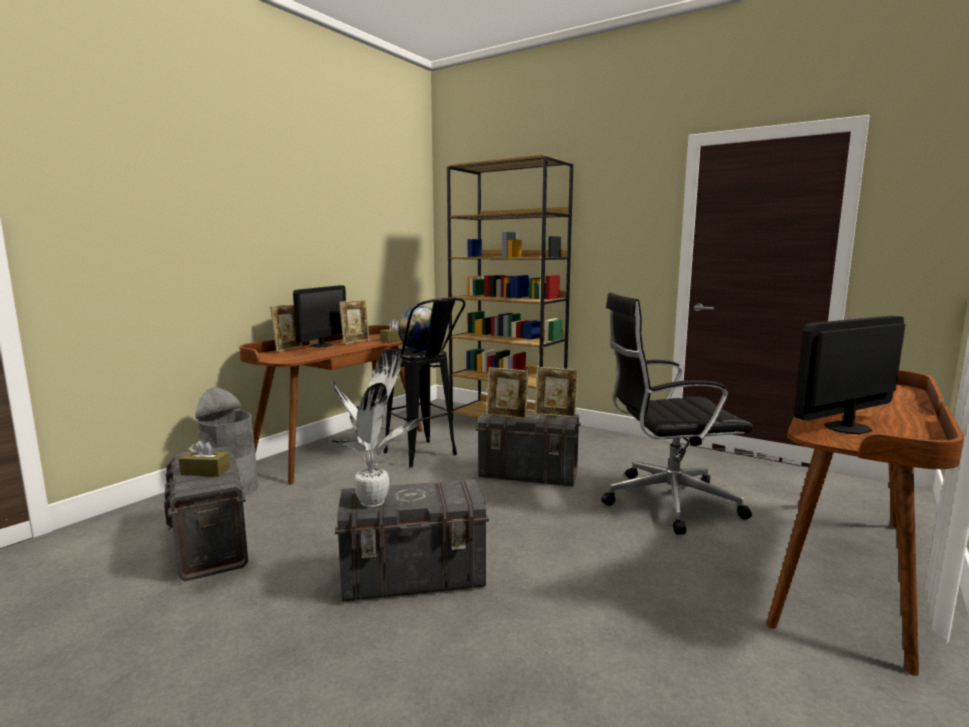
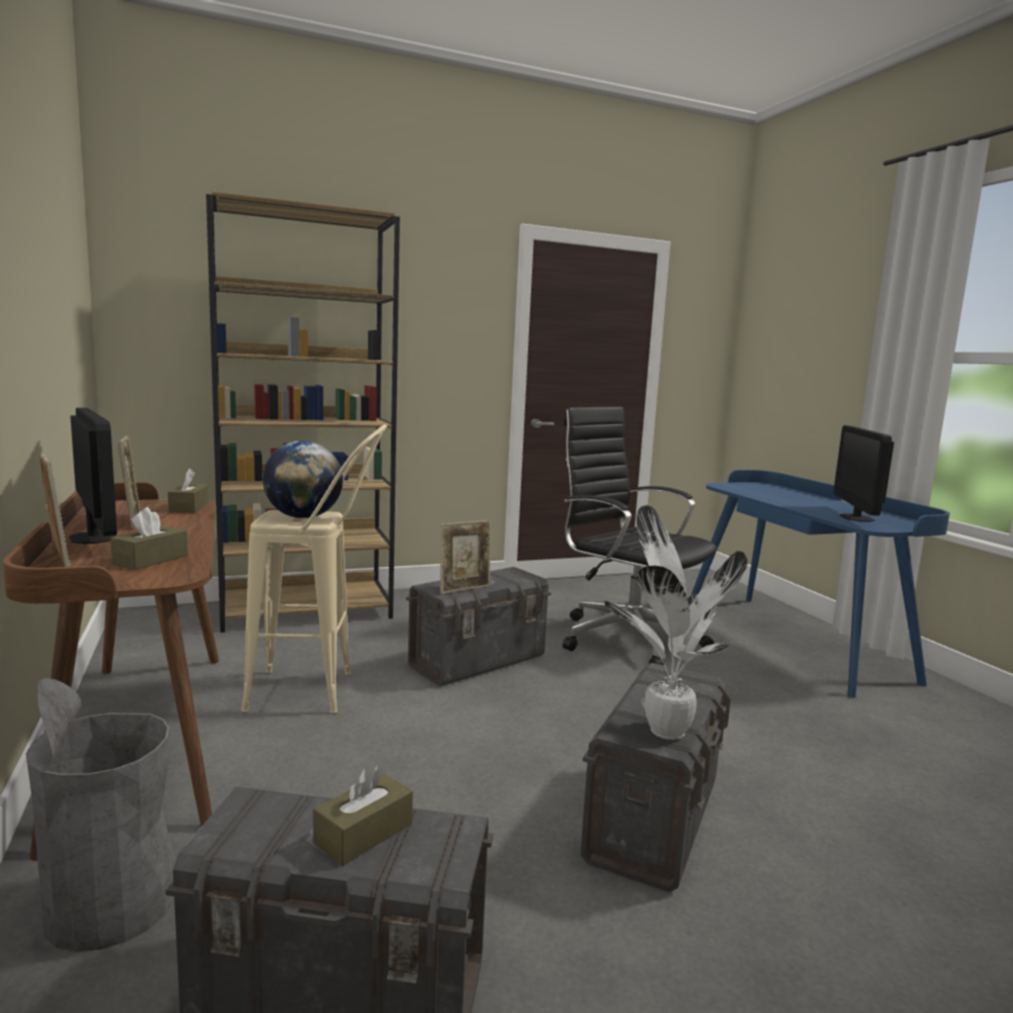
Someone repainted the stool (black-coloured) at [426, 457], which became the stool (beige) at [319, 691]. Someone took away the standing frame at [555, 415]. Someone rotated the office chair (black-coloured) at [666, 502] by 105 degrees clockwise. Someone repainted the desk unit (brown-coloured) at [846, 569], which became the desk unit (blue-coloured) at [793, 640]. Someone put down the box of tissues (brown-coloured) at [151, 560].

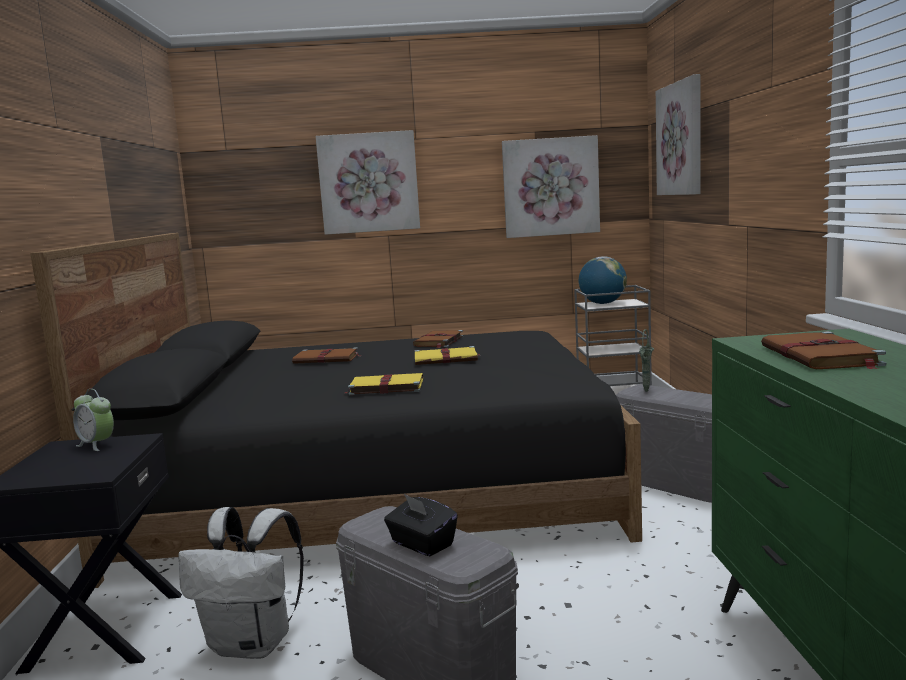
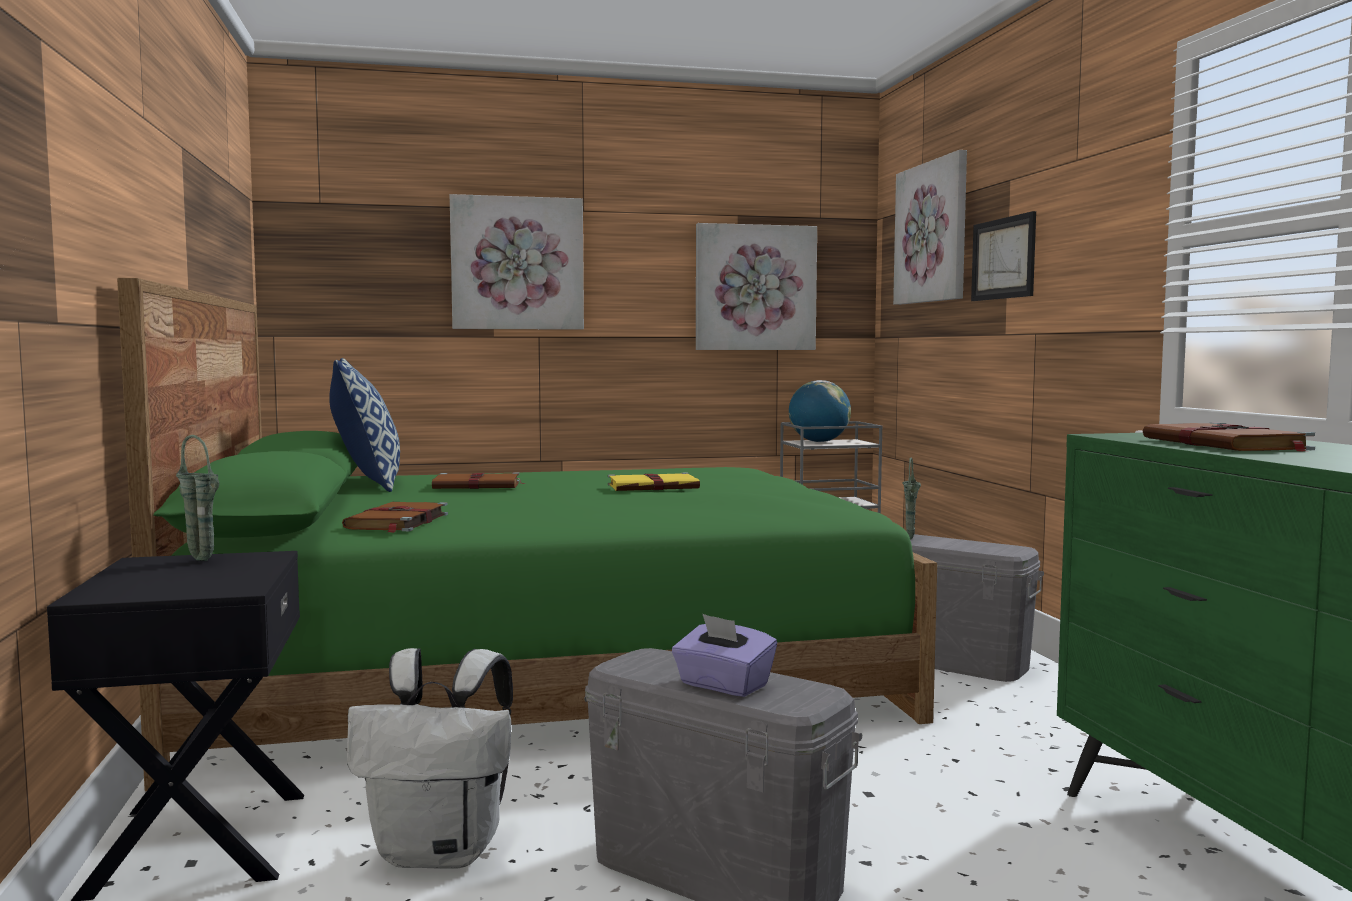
Someone repainted the sleeping bed (black-coloured) at [375, 488], which became the sleeping bed (greenish) at [542, 667]. Someone swapped the bedside clock at [97, 445] for the flower vase (greenish) at [204, 561]. Someone took away the volume (yellow-coloured) at [385, 387]. Someone repainted the box of tissues (black-coloured) at [421, 544], which became the box of tissues (purple) at [723, 685]. Someone carried the volume (brown-coloured) from [438, 341] to [396, 522]. Someone put down the throw pillow at [367, 484]. Someone put up the wall picture at [1003, 258].

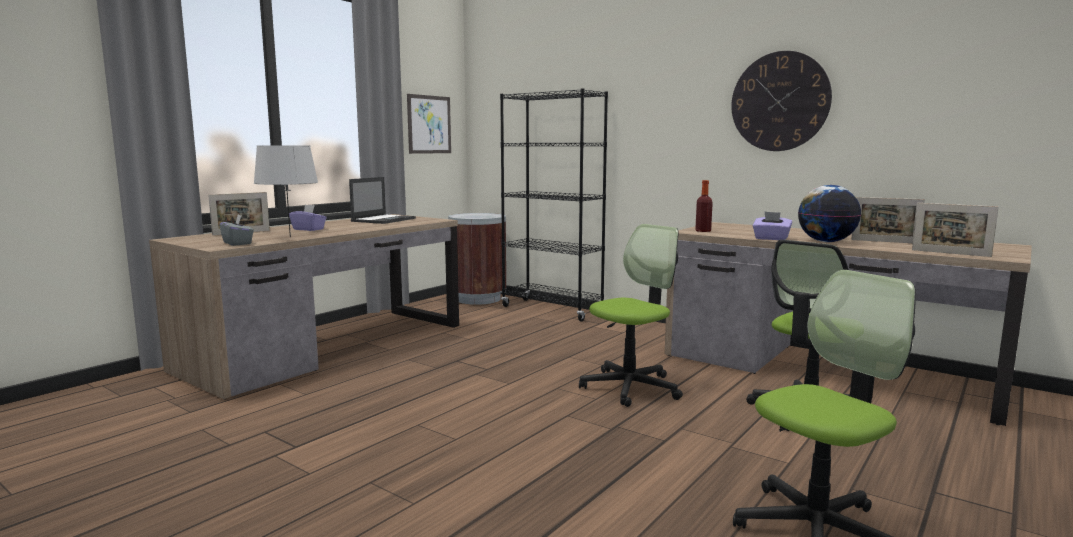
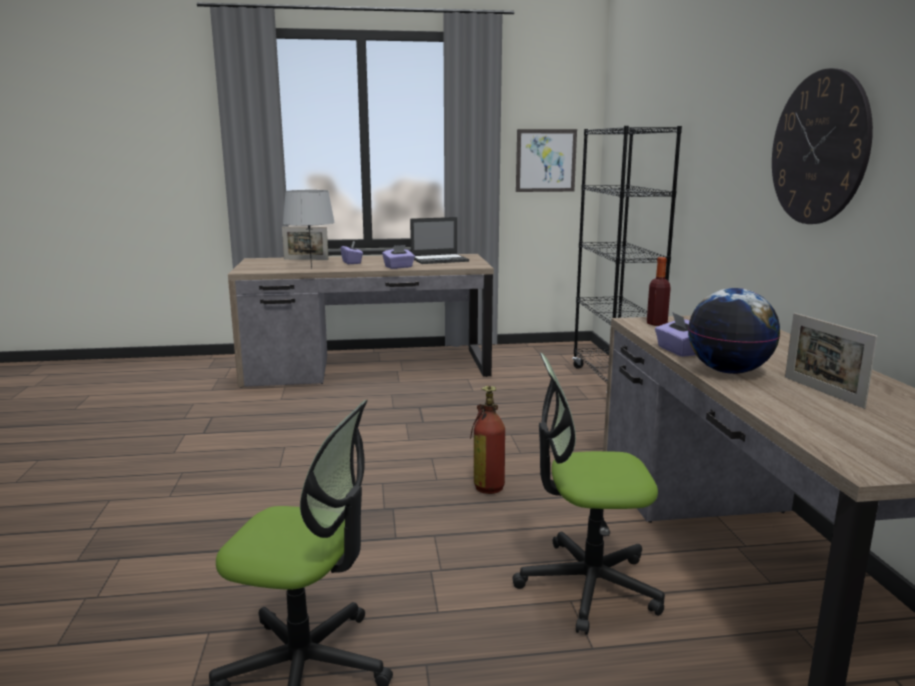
Someone took away the box of tissues (greyish) at [238, 243]. Someone took away the waste bin (brown-coloured) at [478, 299]. Someone swapped the office chair at [630, 387] for the extinguisher at [488, 482]. Someone took away the standing frame at [950, 253]. Someone put down the box of tissues (purple) at [399, 267].

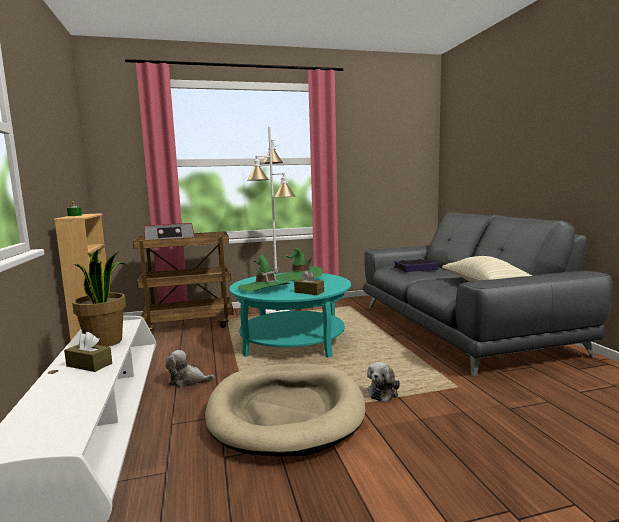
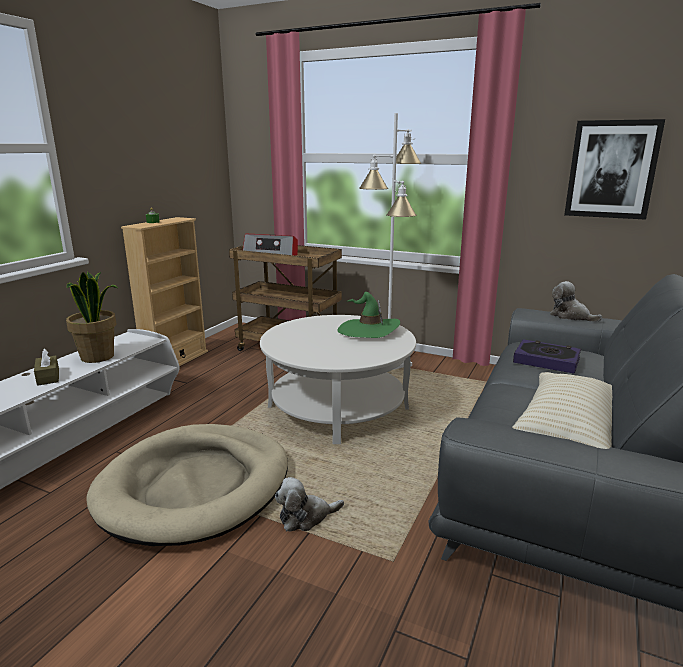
Someone carried the cuddly toy from [187, 381] to [570, 316]. Someone repainted the coffee table (turquoise) at [292, 341], which became the coffee table (white) at [338, 407]. Someone took away the clothing hat (greenish) at [264, 288]. Someone took away the box of tissues (brown-coloured) at [309, 292]. Someone put up the wall picture at [611, 169].

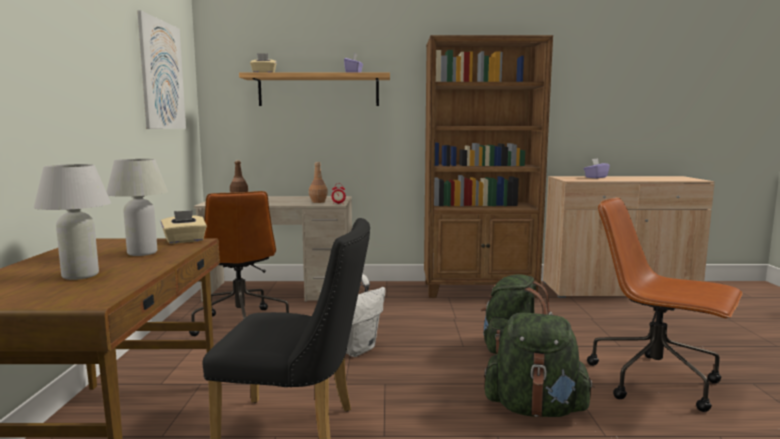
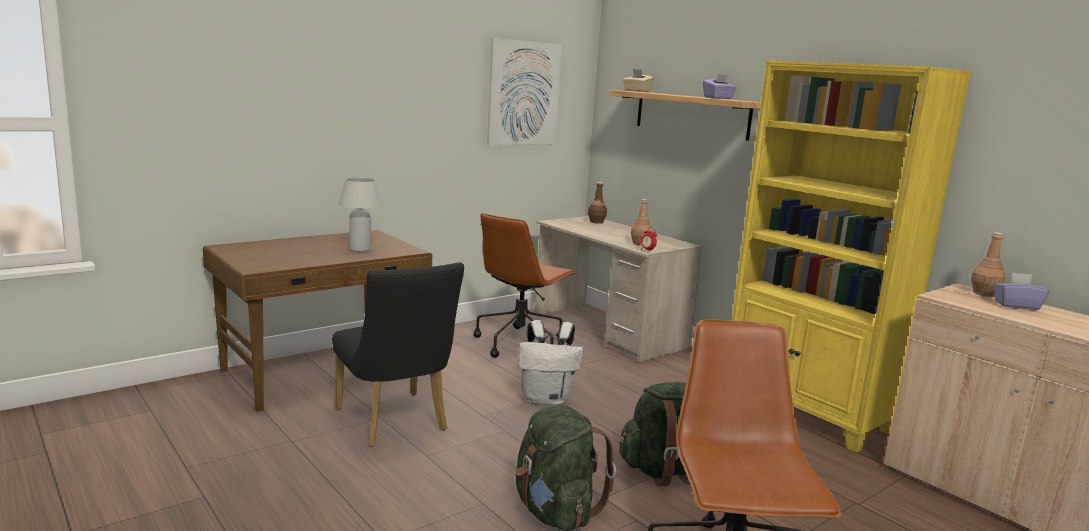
Someone took away the tabletop lamp (white) at [80, 275]. Someone took away the box of tissues (beige) at [185, 241]. Someone repainted the shelving unit (brown-coloured) at [480, 290], which became the shelving unit (yellow-coloured) at [806, 413]. Someone put down the bottle (brown-coloured) at [983, 293].

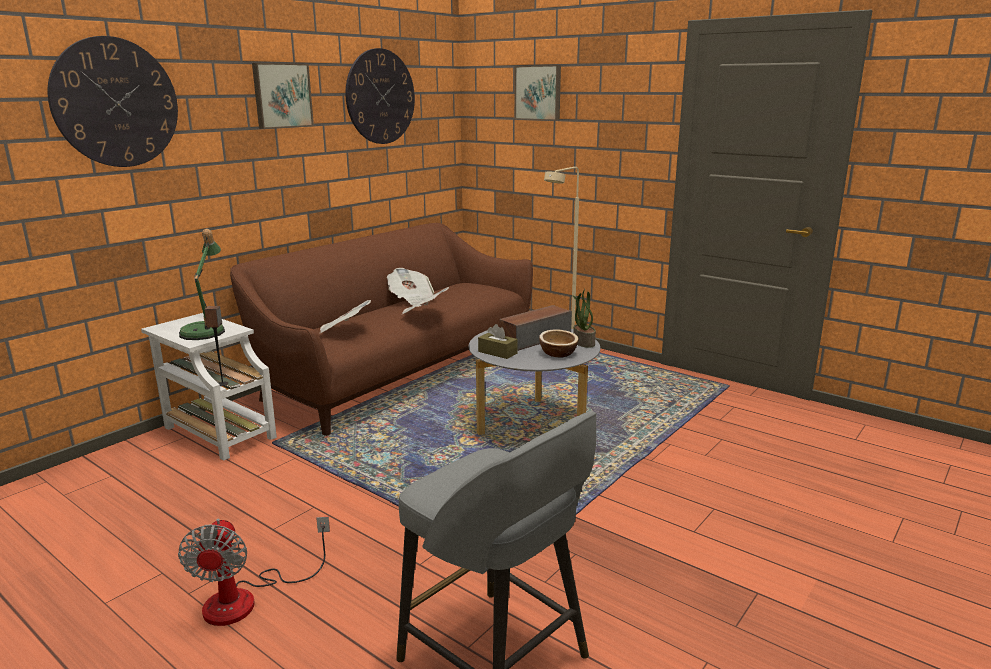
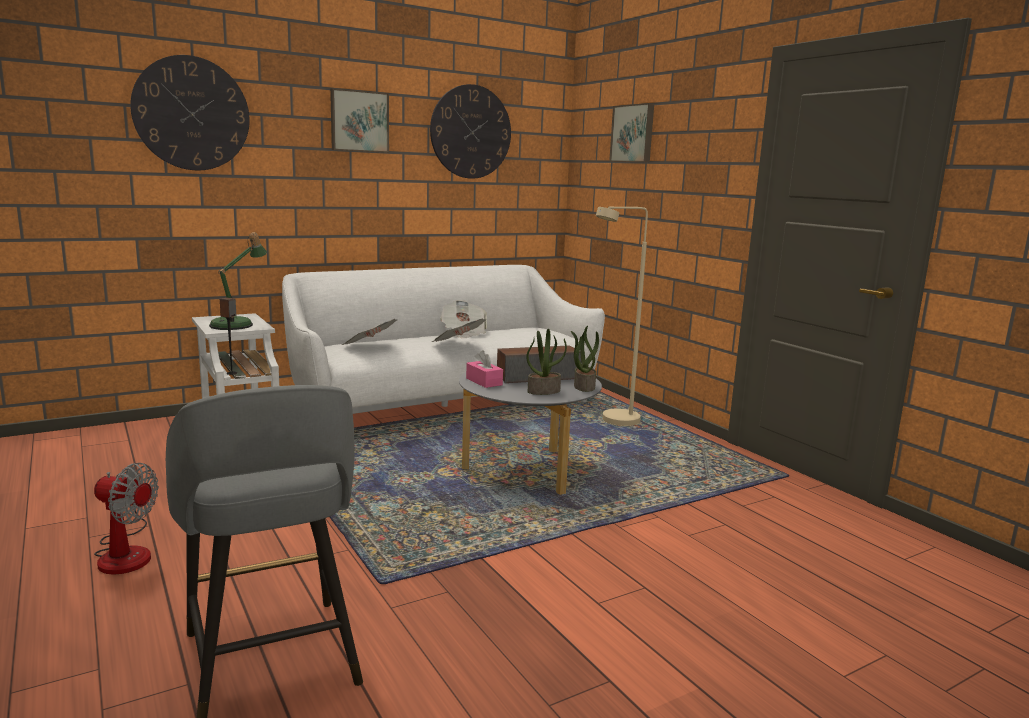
Someone rotated the electric fan at [247, 598] by 90 degrees counterclockwise. Someone repainted the couch (brown-coloured) at [397, 371], which became the couch (white) at [442, 404]. Someone repainted the box of tissues (brown-coloured) at [497, 352], which became the box of tissues (pink) at [484, 381]. Someone swapped the serving bowl at [558, 353] for the potted plant at [544, 391].

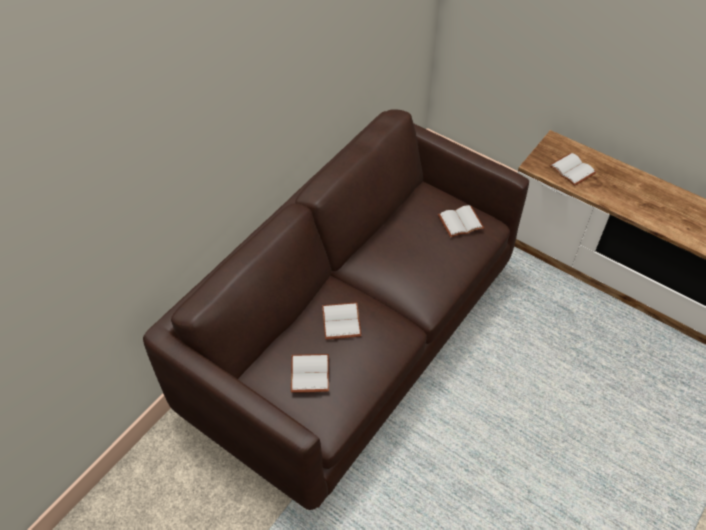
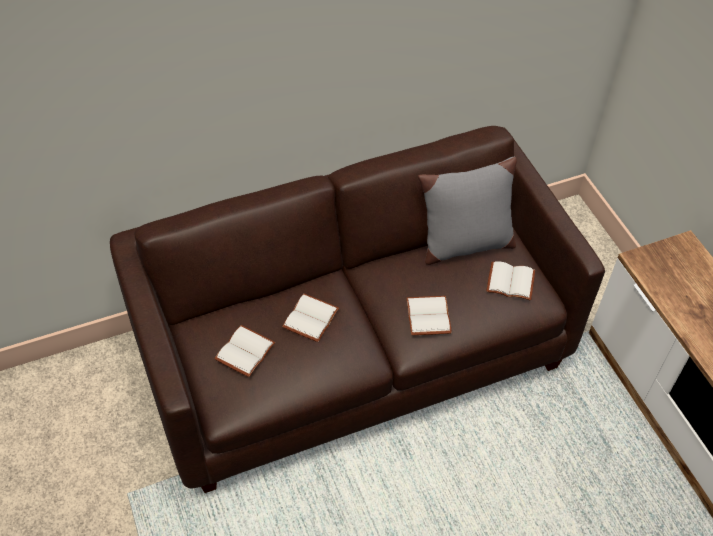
Someone carried the volume (white) from [573, 170] to [430, 317]. Someone put down the throw pillow (greyish) at [464, 245].

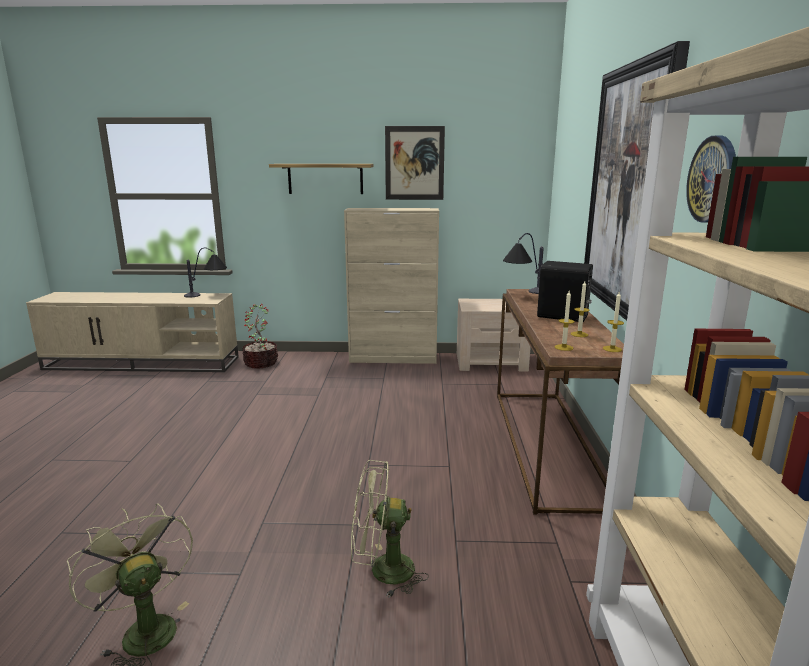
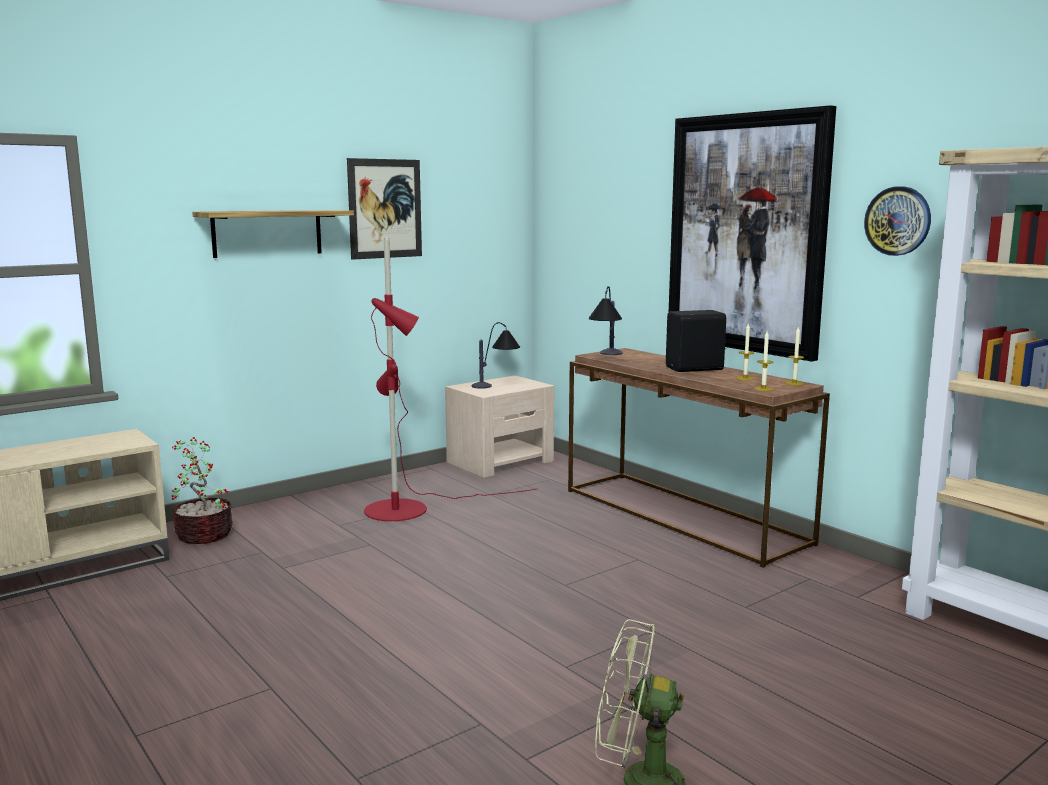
Someone carried the tabletop lamp from [208, 295] to [497, 383]. Someone took away the storage cabinet (beige) at [393, 358]. Someone took away the electric fan (greenish) at [382, 571]. Someone put down the standing lamp (red-coloured) at [409, 508].

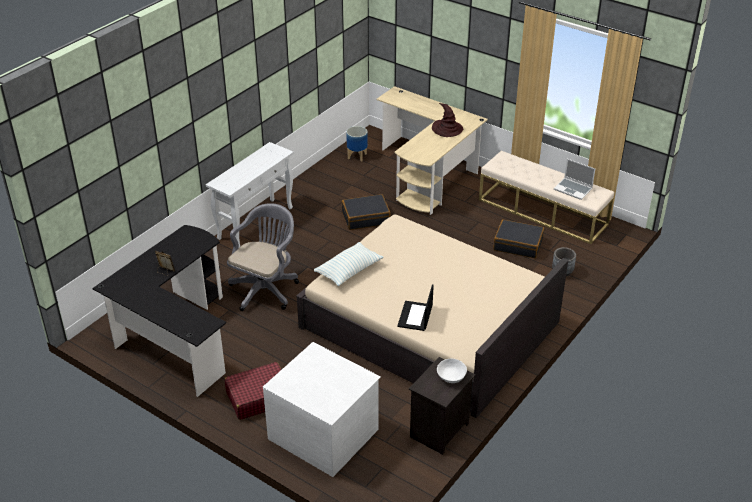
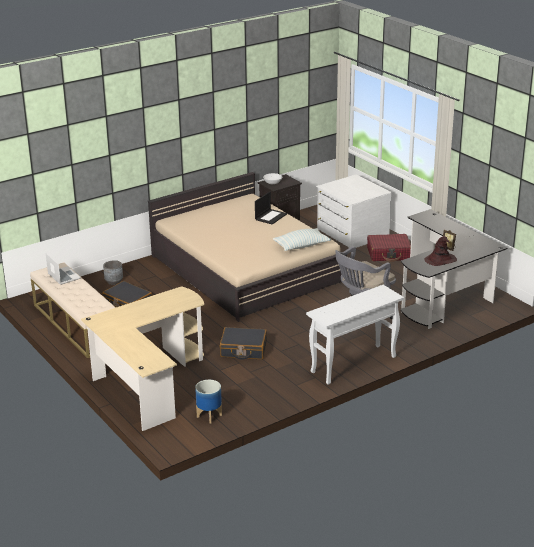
Someone carried the clothing hat (brown-coloured) from [447, 129] to [440, 260].

